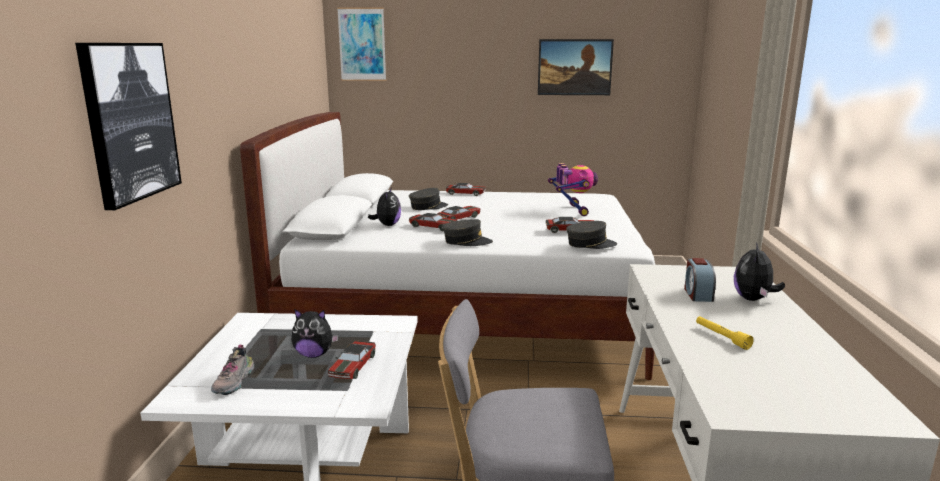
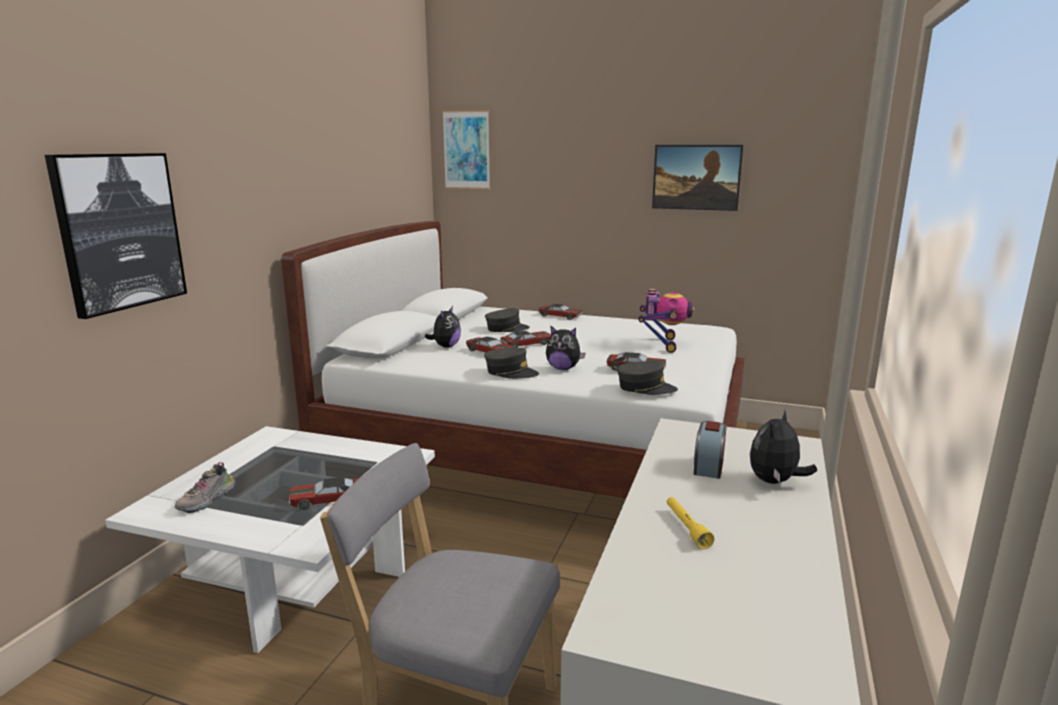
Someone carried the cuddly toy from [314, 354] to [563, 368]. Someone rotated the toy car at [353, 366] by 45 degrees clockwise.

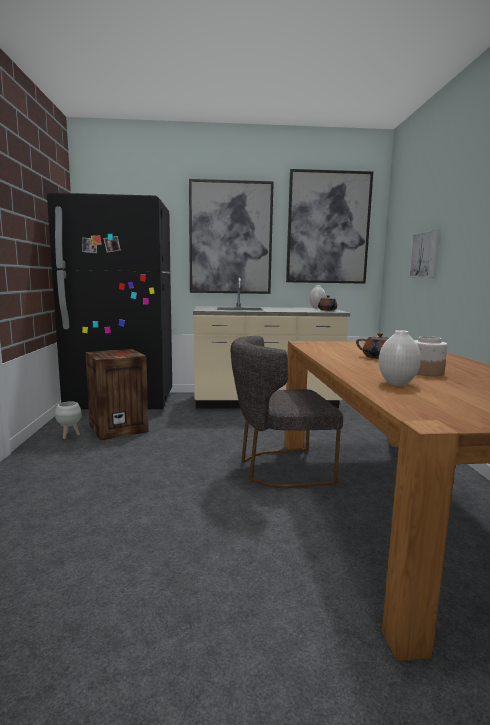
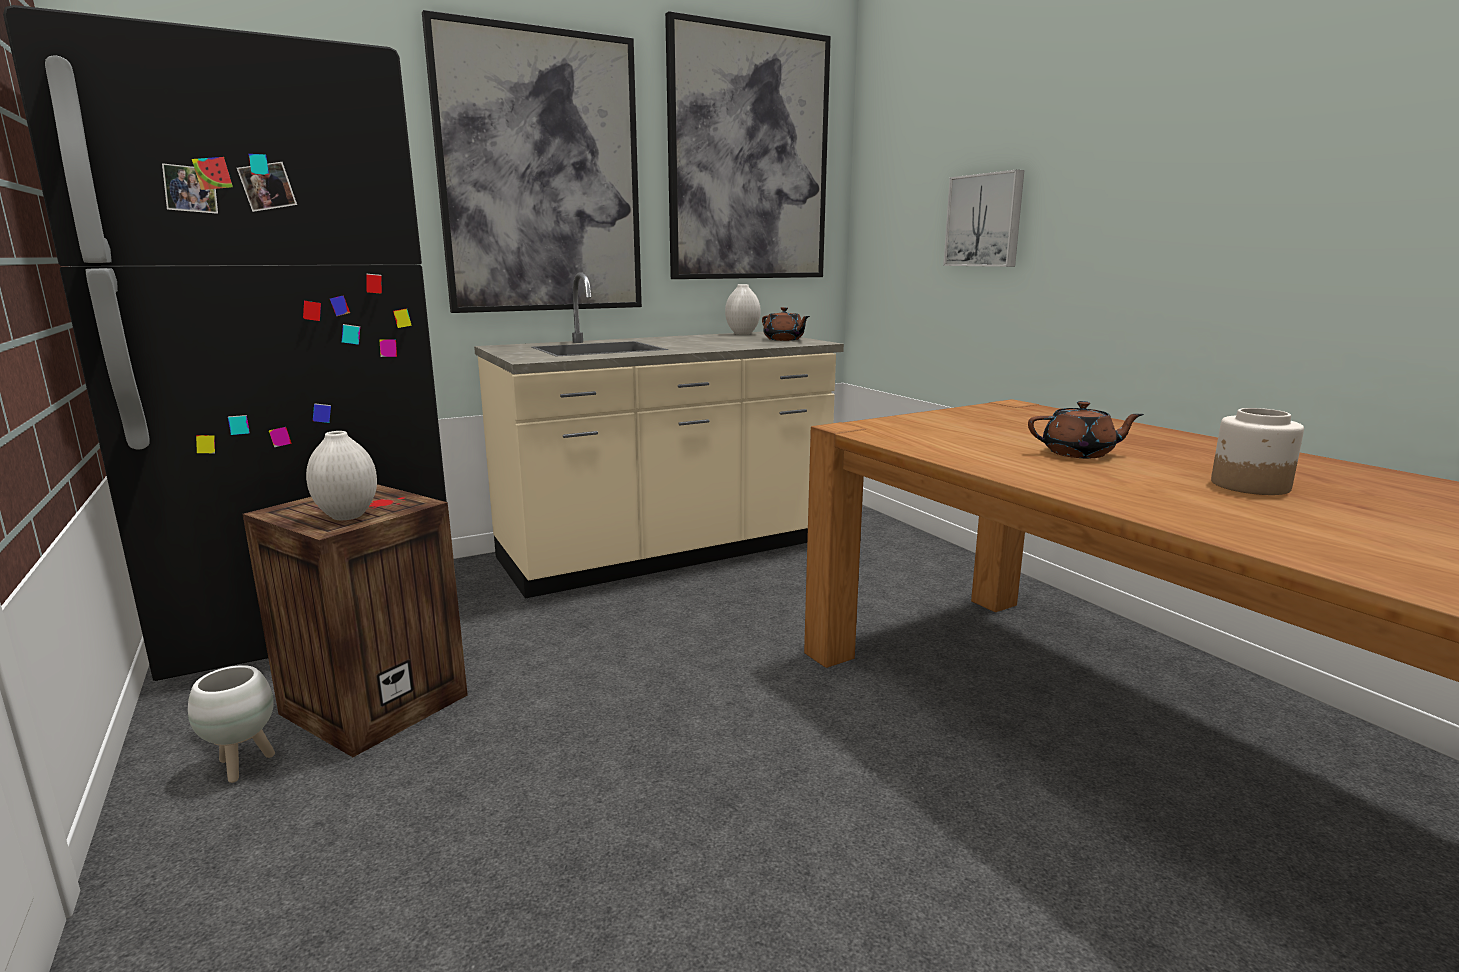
Someone took away the plain chair (greyish) at [279, 468]. Someone carried the flower vase (white) from [396, 383] to [347, 516].

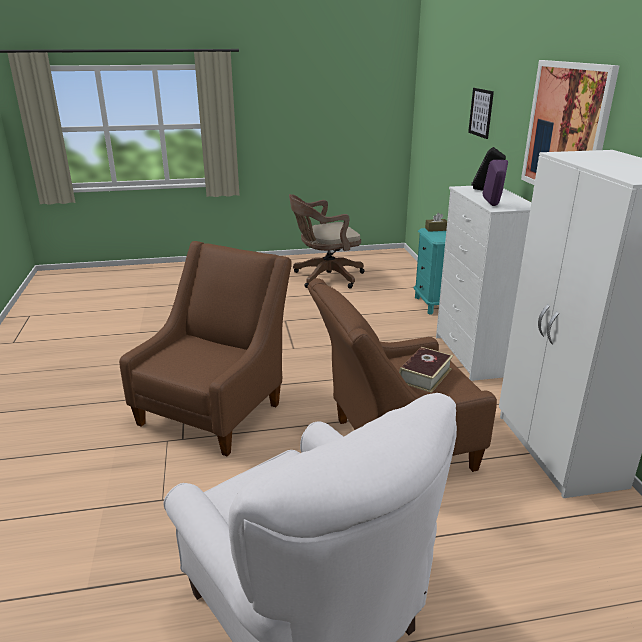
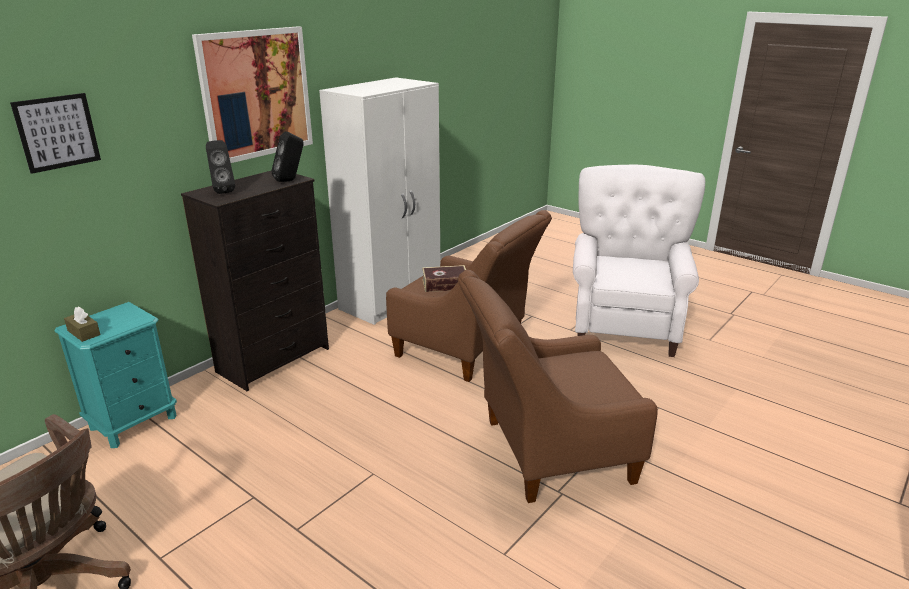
Someone repainted the dresser (white) at [473, 356], which became the dresser (black-coloured) at [275, 360]. Someone repainted the audio speaker (purple) at [493, 206], which became the audio speaker (black-coloured) at [290, 180].

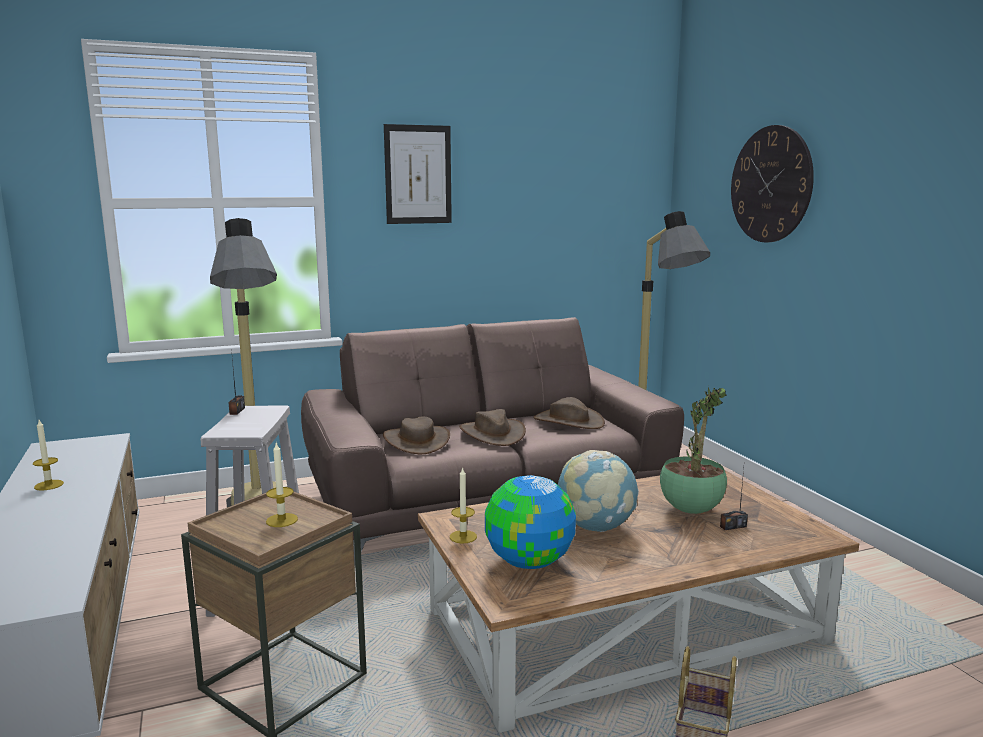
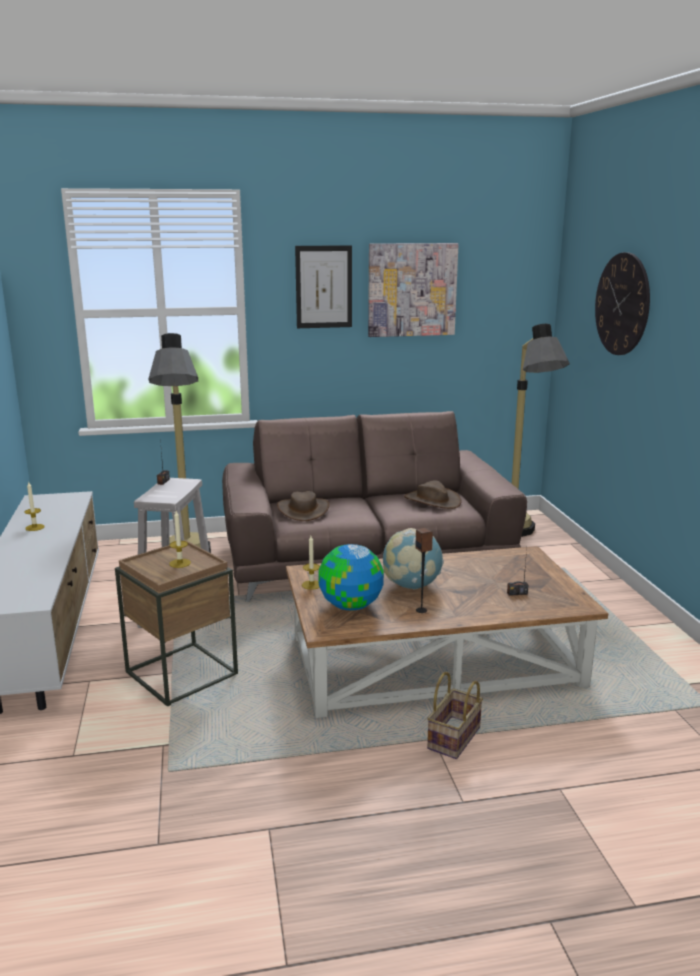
Someone took away the clothing hat (brown-coloured) at [492, 433]. Someone took away the potted plant at [691, 509]. Someone put up the wall picture at [412, 290]. Someone put down the audio speaker at [421, 610].

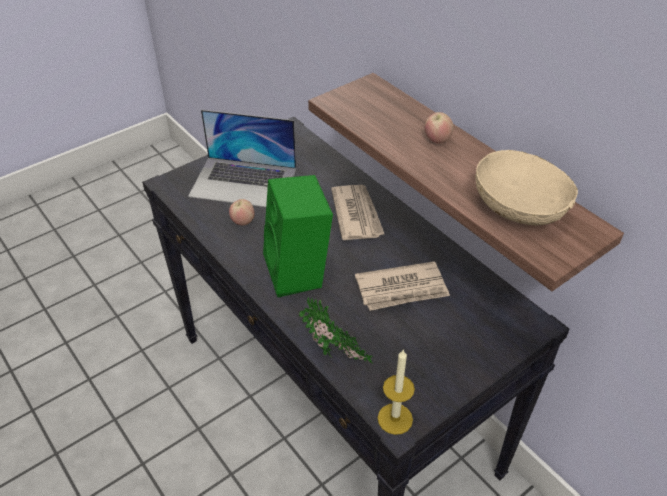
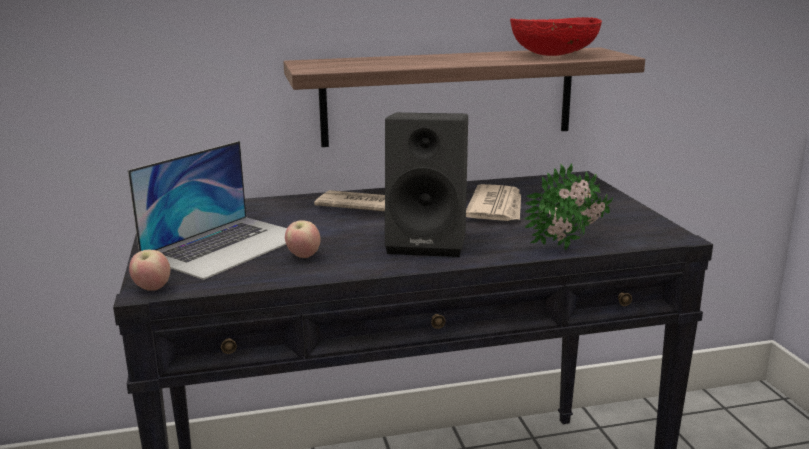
Someone repainted the audio speaker (greenish) at [299, 273], which became the audio speaker (black-coloured) at [429, 242]. Someone took away the wax light at [395, 418]. Someone carried the apple from [437, 140] to [152, 288]. Someone repainted the serving bowl (beige) at [519, 209], which became the serving bowl (red-coloured) at [553, 55].

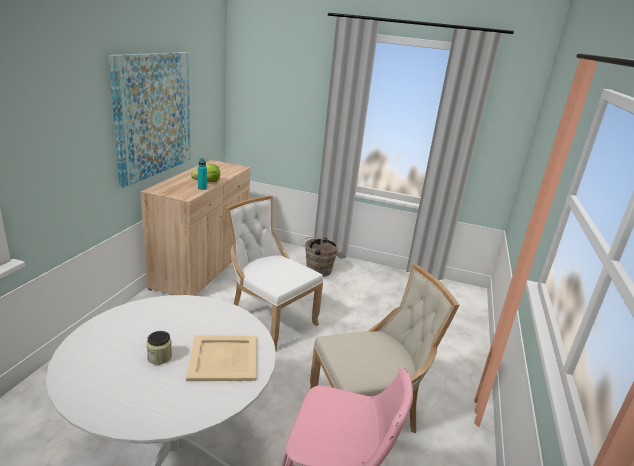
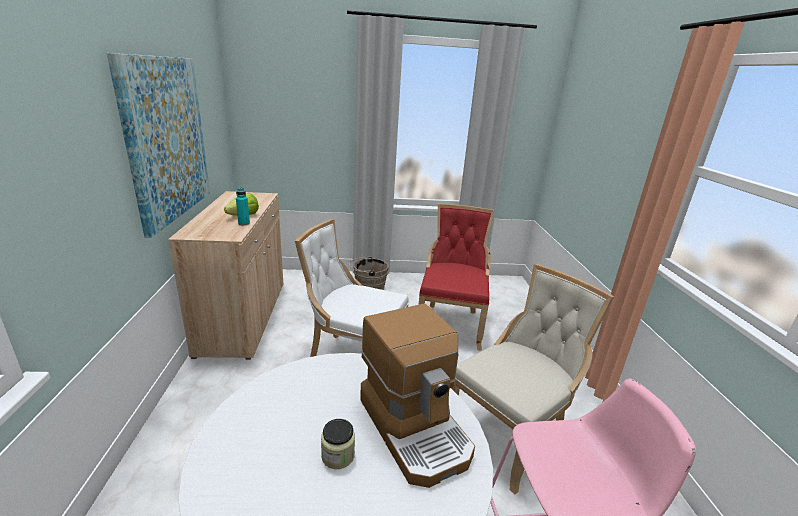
Someone swapped the tray (beige) at [224, 357] for the coffee brewer at [415, 427]. Someone put down the plain chair (red-coloured) at [450, 324].

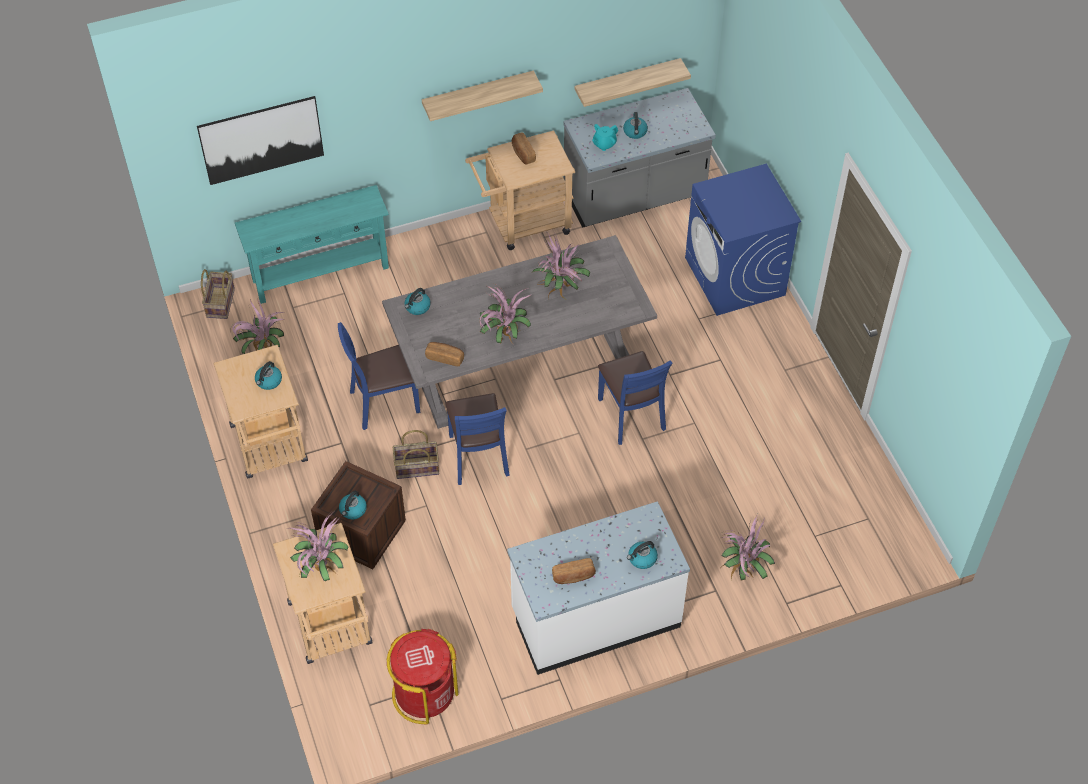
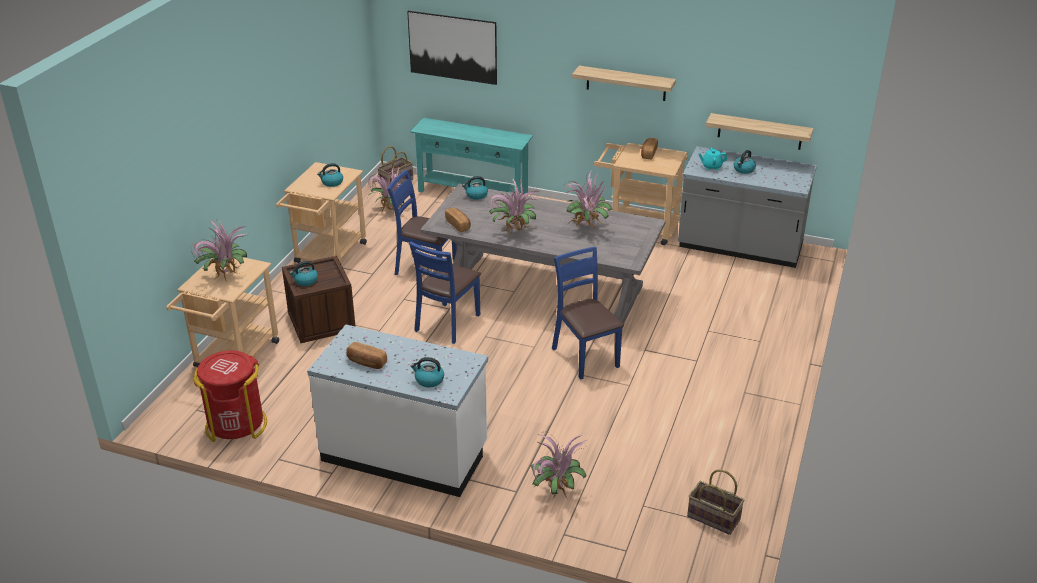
Someone carried the household basket from [416, 468] to [713, 518]. Someone rotated the plain chair (blue-coloured) at [631, 415] by 135 degrees clockwise. Someone took away the laundry machine (blue-coloured) at [735, 277].

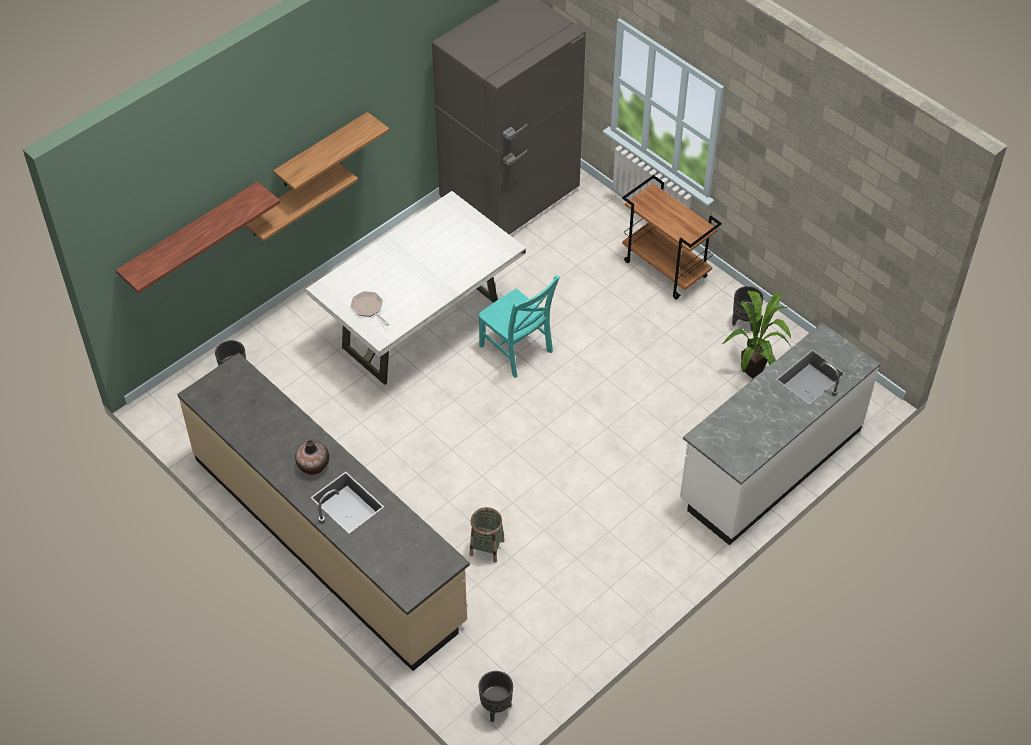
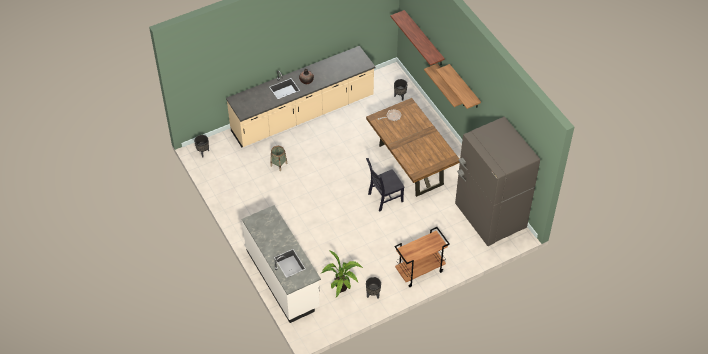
Someone repainted the dinner table (white) at [420, 326], which became the dinner table (brown-coloured) at [410, 165]. Someone repainted the plain chair (turquoise) at [517, 351], which became the plain chair (black-coloured) at [384, 198].

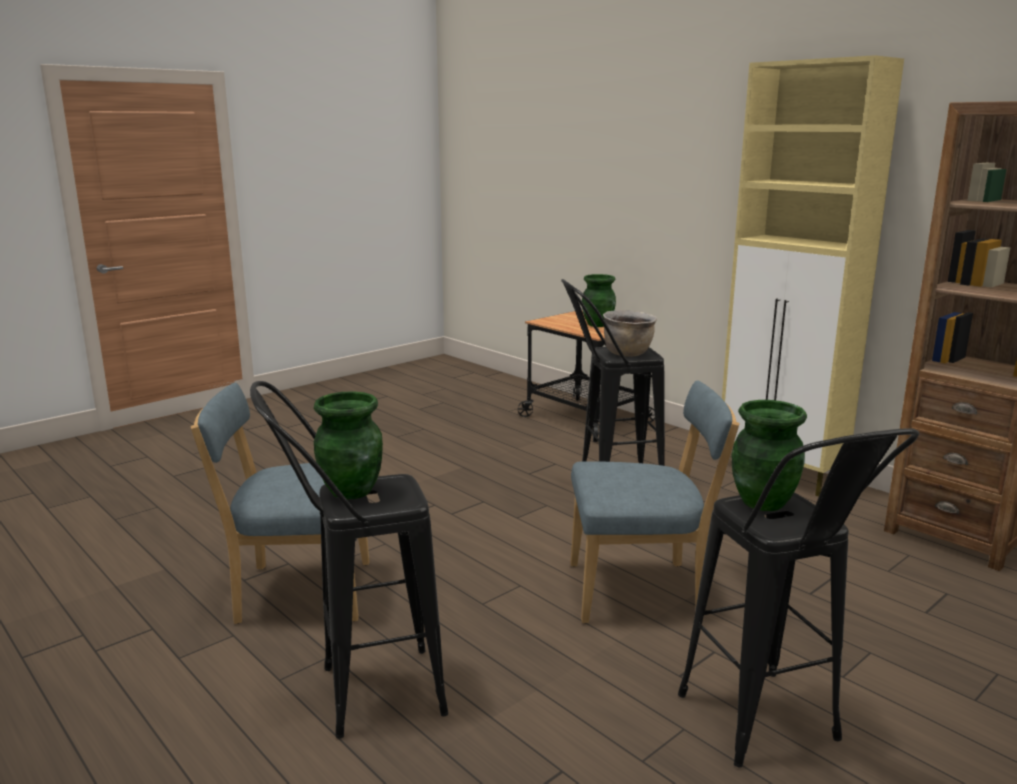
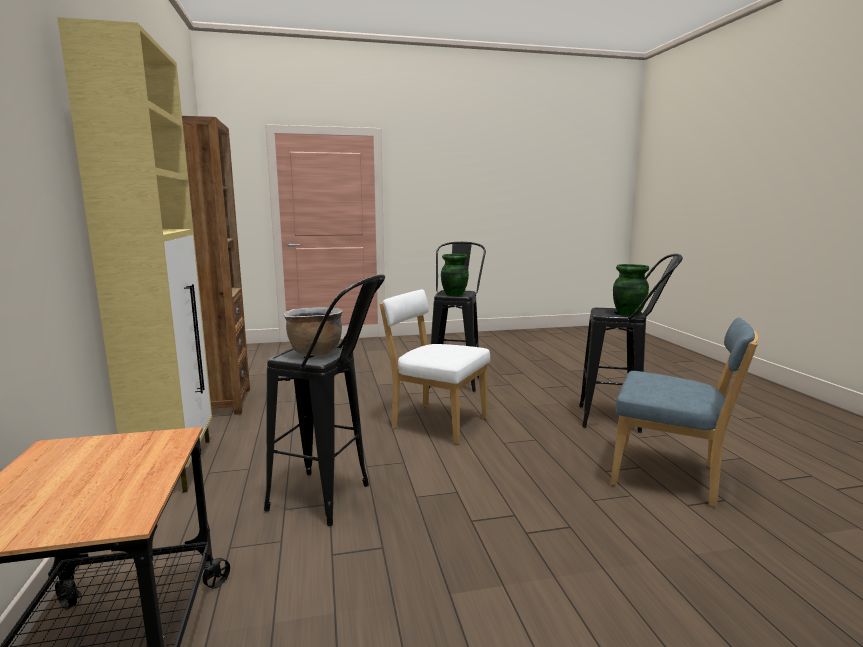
Someone repainted the plain chair (blue-coloured) at [641, 592], which became the plain chair (white) at [435, 422]. Someone took away the flower vase (greenish) at [598, 324].

